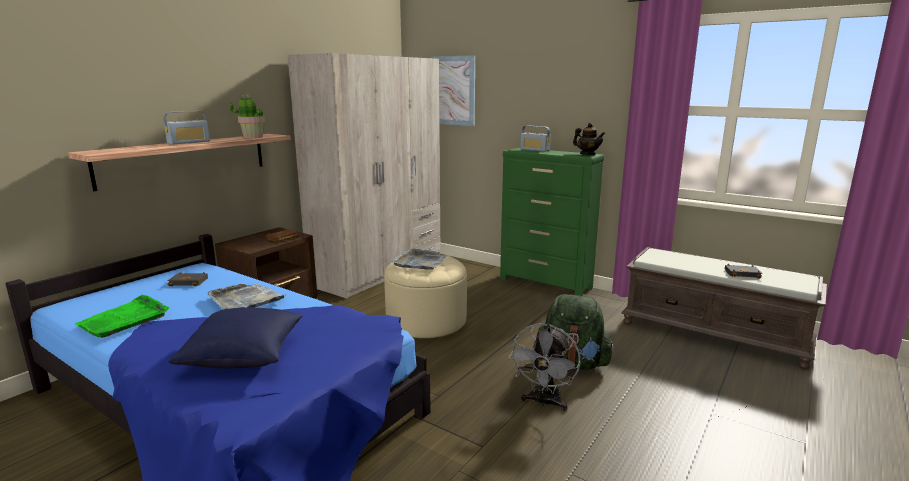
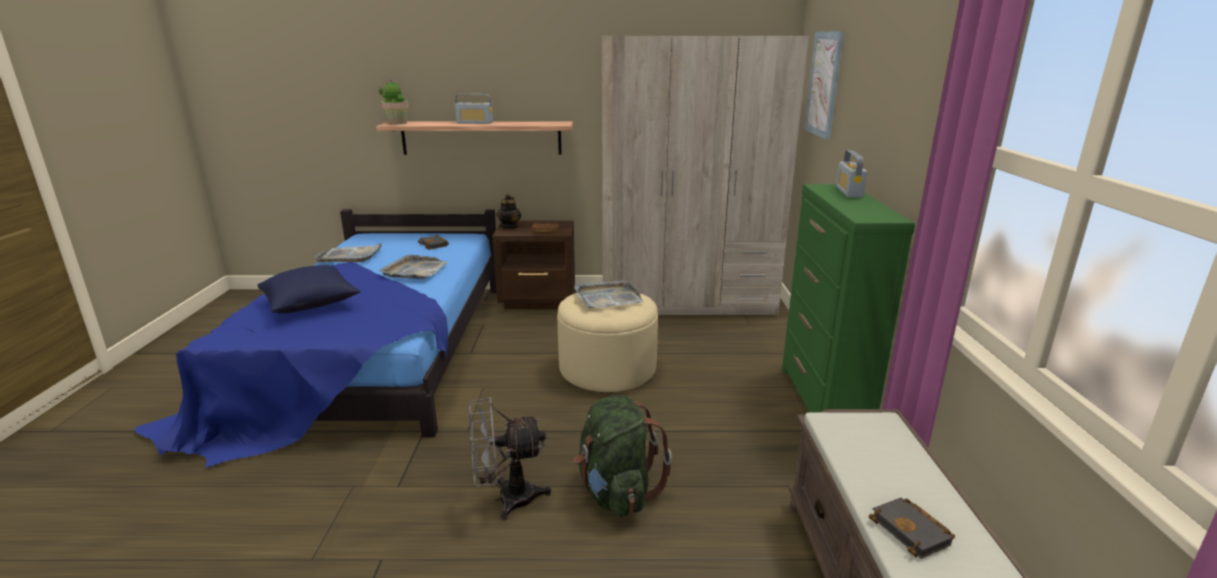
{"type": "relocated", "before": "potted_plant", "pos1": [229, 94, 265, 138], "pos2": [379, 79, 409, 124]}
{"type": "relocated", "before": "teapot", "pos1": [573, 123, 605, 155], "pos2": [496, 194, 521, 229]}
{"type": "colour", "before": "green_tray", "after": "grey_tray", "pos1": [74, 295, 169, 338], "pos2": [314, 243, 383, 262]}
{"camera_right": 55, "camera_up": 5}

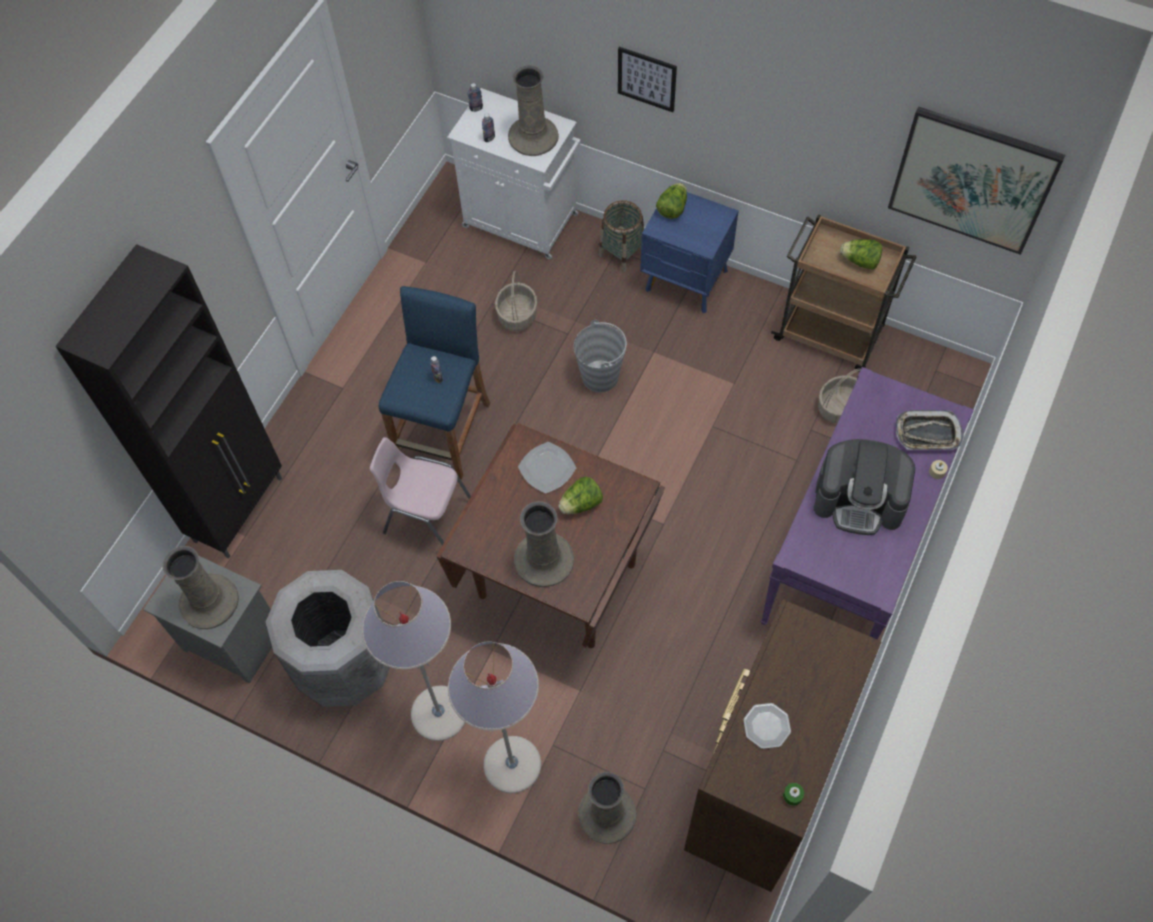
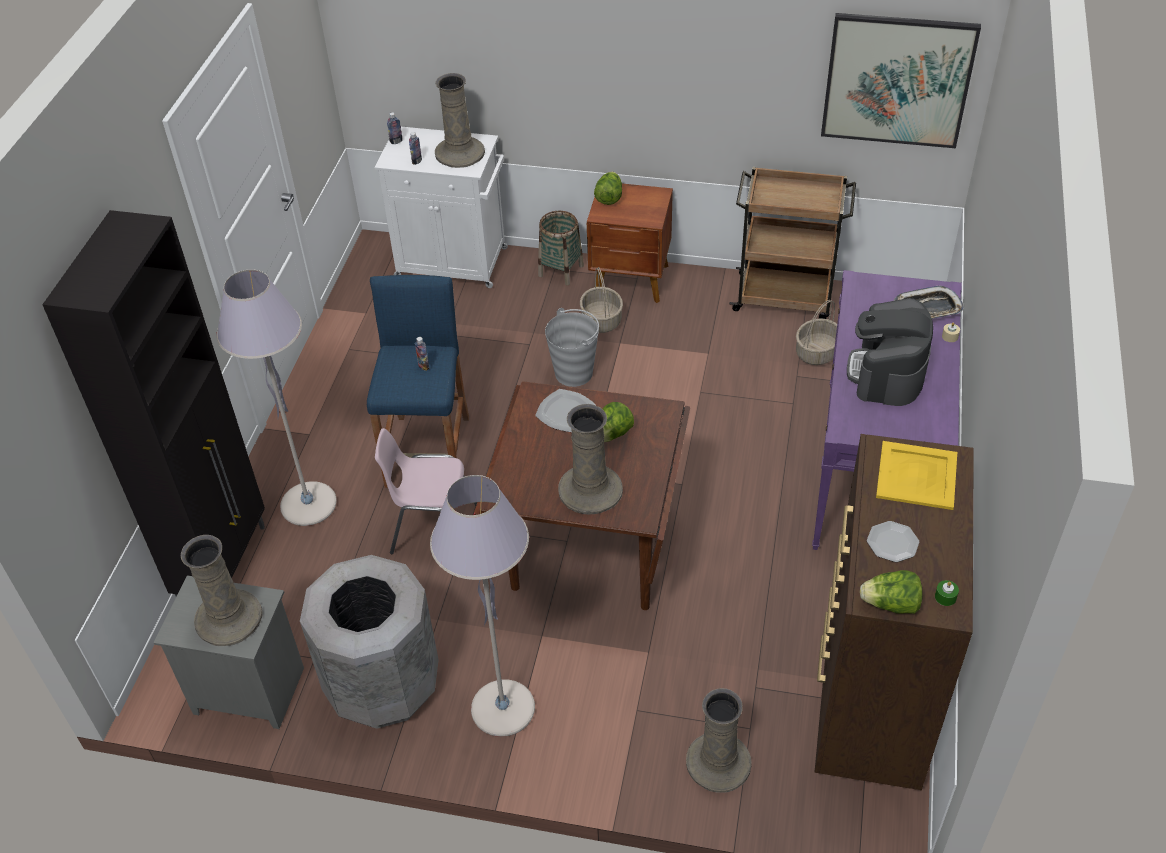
{"type": "missing", "before": "picture", "pos1": [618, 47, 677, 112]}
{"type": "appeared", "after": "yellow_tray", "pos2": [876, 441, 957, 510]}
{"type": "relocated", "before": "grey_floor_lamp", "pos1": [448, 641, 541, 793], "pos2": [217, 269, 337, 526]}
{"type": "relocated", "before": "basket", "pos1": [495, 271, 537, 331], "pos2": [580, 267, 623, 333]}
{"type": "relocated", "before": "lettuce", "pos1": [840, 239, 882, 270], "pos2": [860, 570, 923, 614]}
{"type": "colour", "before": "blue_nightstand", "after": "brown_nightstand", "pos1": [641, 186, 739, 313], "pos2": [587, 184, 673, 303]}
{"type": "spun", "before": "coffee_machine", "pos1": [814, 439, 915, 535], "pos2": [847, 298, 933, 406], "turn": 105}
{"camera_right": -15, "camera_up": -15}

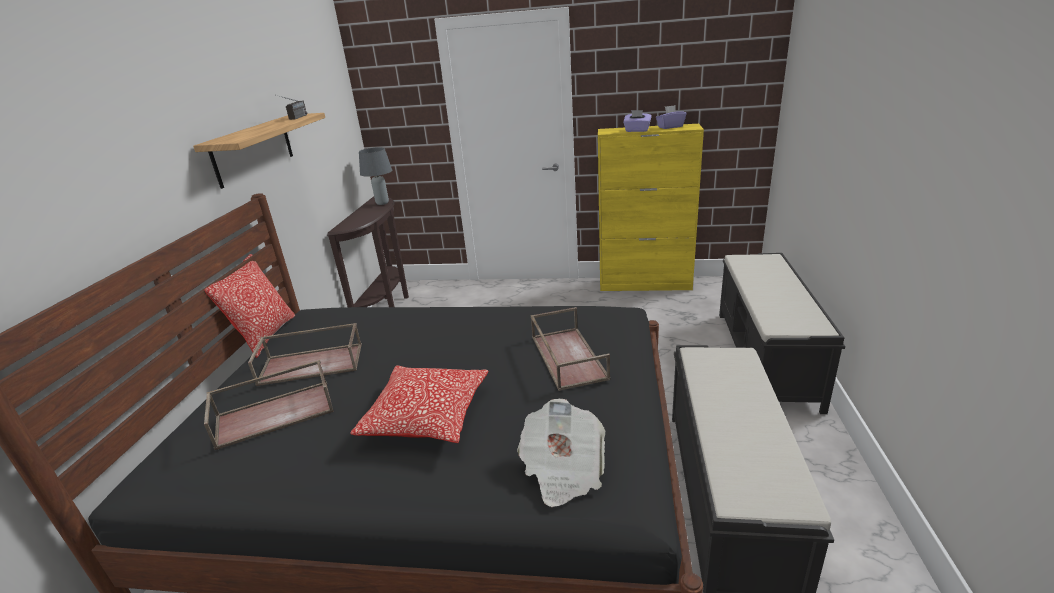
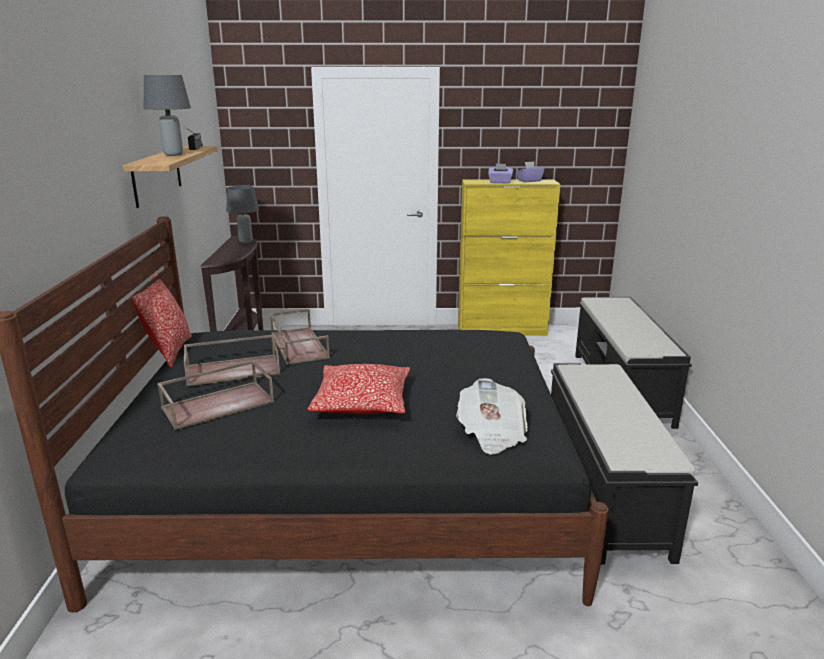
{"type": "appeared", "after": "grey_table_lamp", "pos2": [144, 75, 191, 156]}
{"type": "relocated", "before": "brown_tray", "pos1": [531, 307, 610, 391], "pos2": [270, 309, 330, 365]}
{"camera_right": -10, "camera_up": -5}

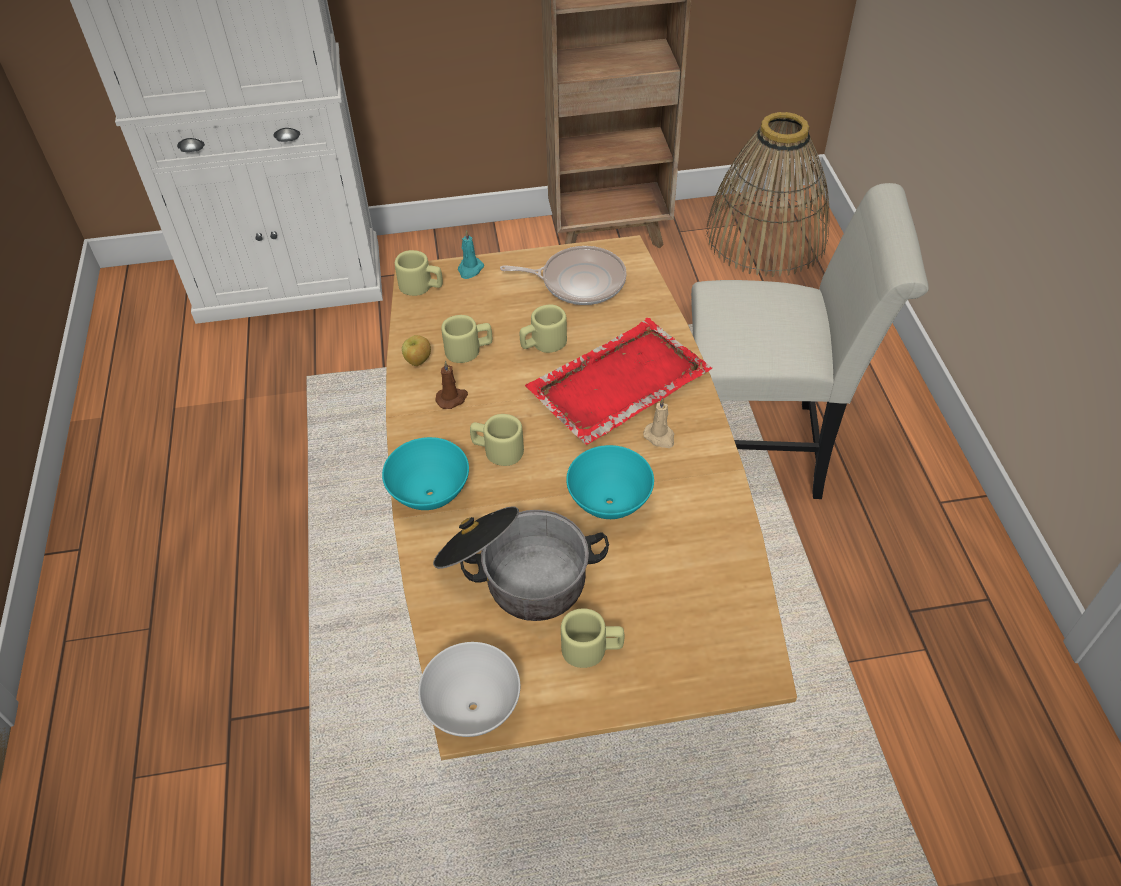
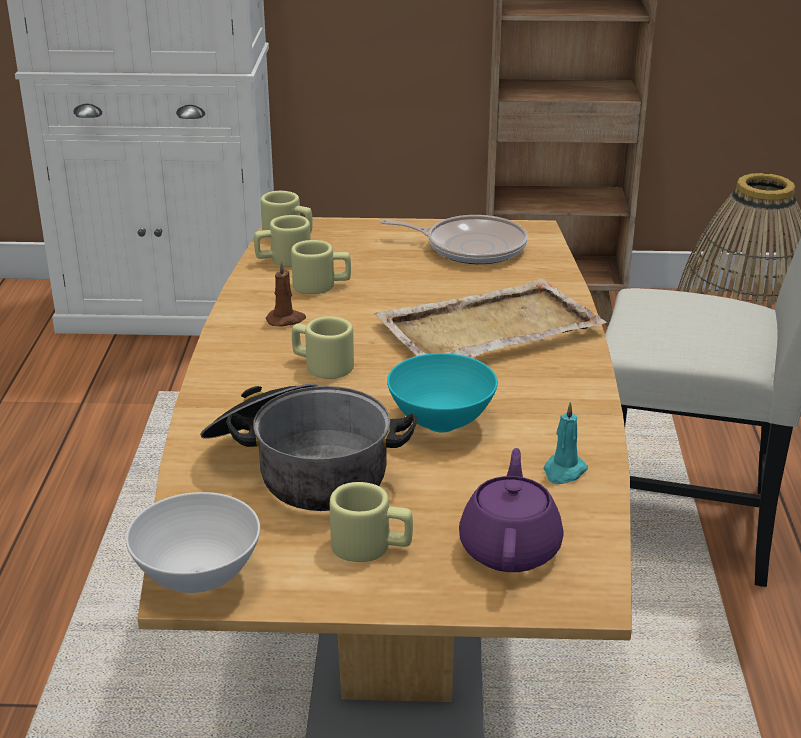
{"type": "missing", "before": "turquoise_bowl", "pos1": [382, 437, 469, 510]}
{"type": "missing", "before": "apple", "pos1": [402, 335, 431, 366]}
{"type": "missing", "before": "beige_candle", "pos1": [643, 398, 674, 448]}
{"type": "appeared", "after": "purple_teapot", "pos2": [459, 448, 564, 572]}
{"type": "relocated", "before": "turquoise_candle", "pos1": [458, 230, 484, 279], "pos2": [543, 402, 588, 484]}
{"type": "relocated", "before": "beige_mug", "pos1": [520, 304, 567, 353], "pos2": [254, 215, 311, 267]}
{"type": "colour", "before": "red_tray", "after": "beige_tray", "pos1": [525, 318, 712, 445], "pos2": [374, 279, 607, 357]}
{"camera_right": 10, "camera_up": -20}

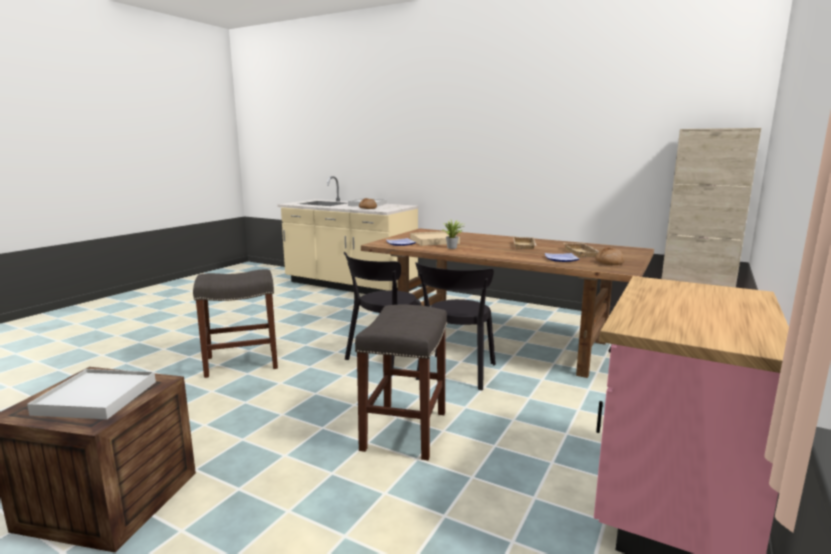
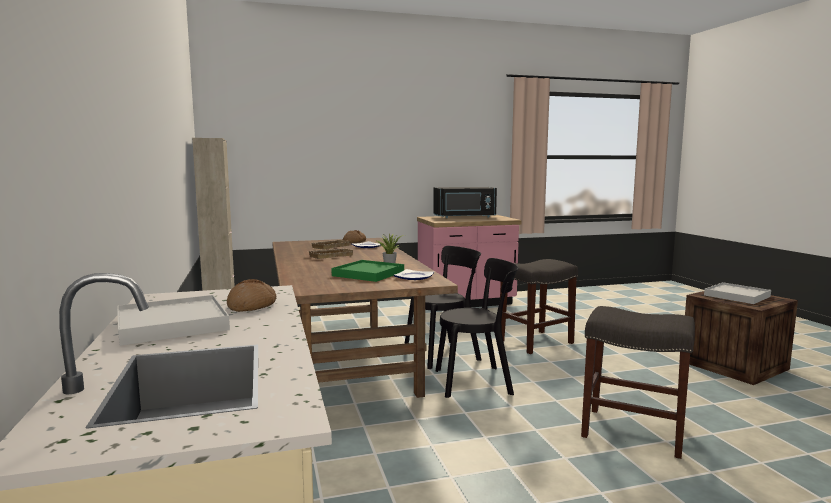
{"type": "appeared", "after": "black_microwave", "pos2": [433, 187, 497, 218]}
{"type": "colour", "before": "beige_tray", "after": "green_tray", "pos1": [410, 231, 460, 246], "pos2": [331, 260, 404, 282]}
{"camera_right": -135, "camera_up": -5}

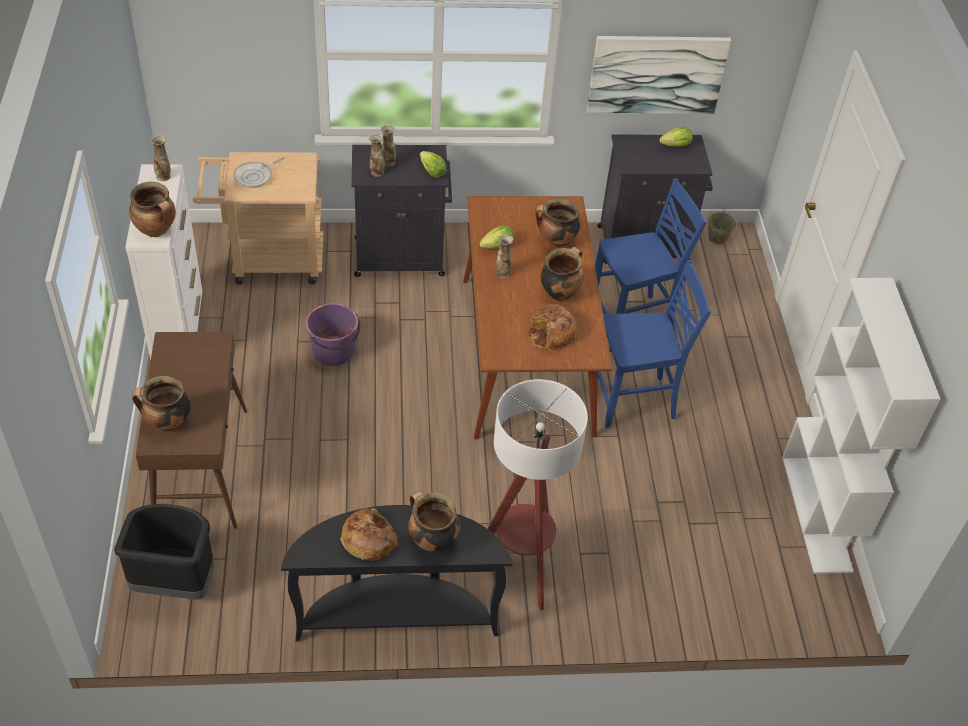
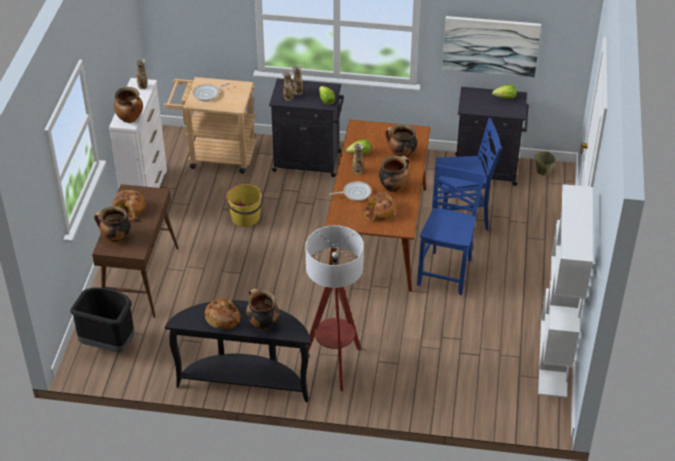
{"type": "appeared", "after": "bread", "pos2": [112, 190, 146, 220]}
{"type": "appeared", "after": "frying_pan", "pos2": [329, 181, 372, 201]}
{"type": "colour", "before": "purple_bucket", "after": "yellow_bucket", "pos1": [306, 303, 360, 366], "pos2": [226, 184, 264, 227]}
{"type": "spun", "before": "blue_chair", "pos1": [598, 260, 711, 428], "pos2": [417, 164, 485, 295], "turn": -75}
{"camera_right": 15, "camera_up": -5}

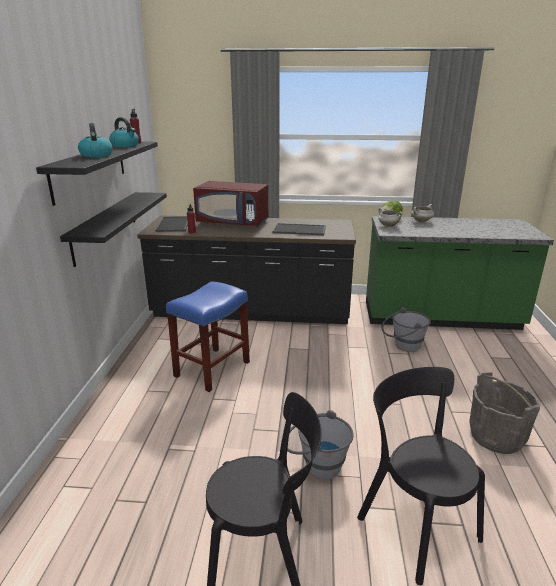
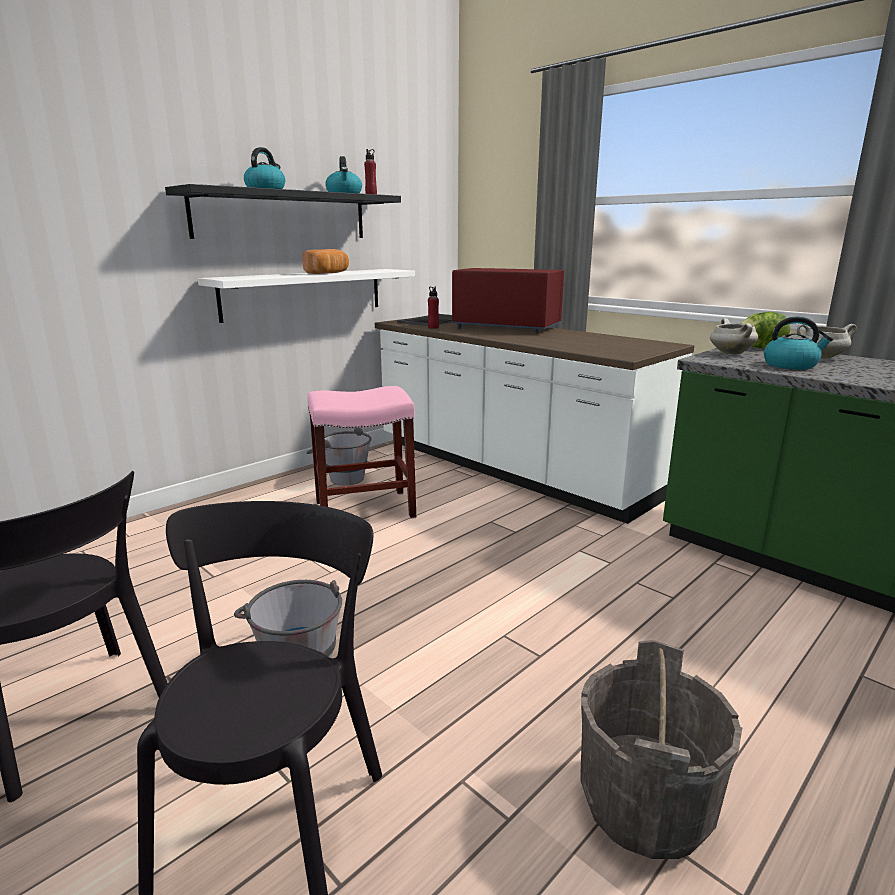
{"type": "missing", "before": "tray", "pos1": [272, 223, 326, 235]}
{"type": "appeared", "after": "bread", "pos2": [302, 249, 349, 274]}
{"type": "appeared", "after": "kettle", "pos2": [764, 316, 833, 370]}
{"type": "relocated", "before": "grey_bucket", "pos1": [381, 307, 431, 352], "pos2": [307, 428, 371, 486]}
{"type": "colour", "before": "black_shelf", "after": "white_shelf", "pos1": [60, 192, 167, 267], "pos2": [198, 269, 415, 323]}
{"type": "colour", "before": "black_counter", "after": "white_counter", "pos1": [137, 215, 356, 324], "pos2": [375, 318, 694, 524]}
{"type": "colour", "before": "blue_stool", "after": "pink_stool", "pos1": [166, 281, 250, 392], "pos2": [307, 386, 416, 519]}
{"type": "spun", "before": "red_microwave", "pos1": [193, 181, 269, 227], "pos2": [452, 268, 564, 333], "turn": 150}
{"camera_right": 40, "camera_up": -5}

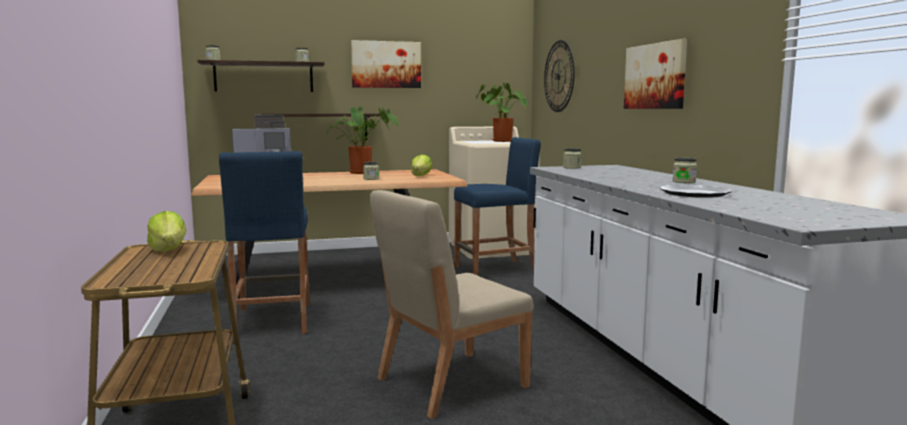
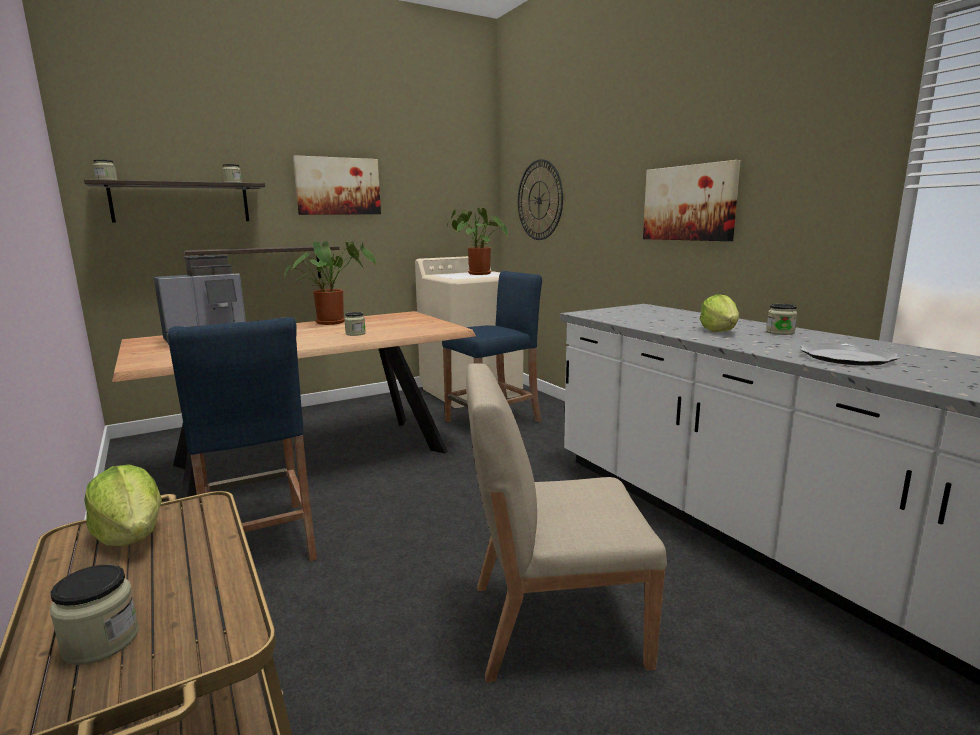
{"type": "relocated", "before": "lettuce", "pos1": [411, 154, 432, 176], "pos2": [700, 294, 739, 332]}
{"type": "relocated", "before": "jar", "pos1": [563, 148, 582, 169], "pos2": [50, 565, 139, 665]}
{"type": "spun", "before": "beige_chair", "pos1": [370, 190, 534, 419], "pos2": [466, 364, 667, 682], "turn": 45}
{"camera_right": -15, "camera_up": 5}

